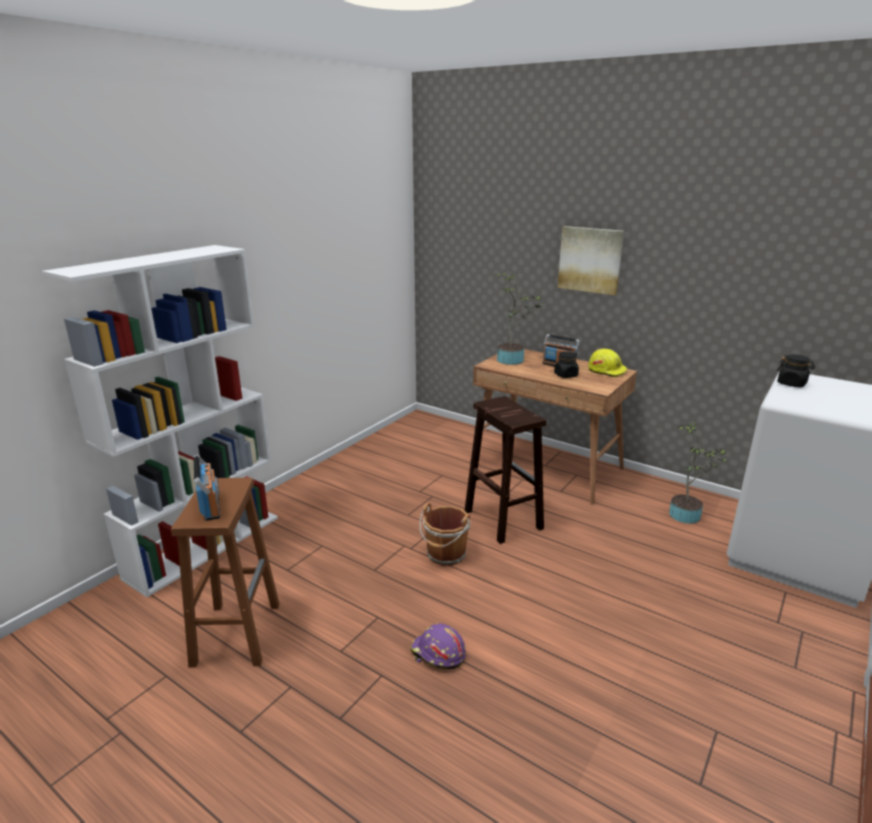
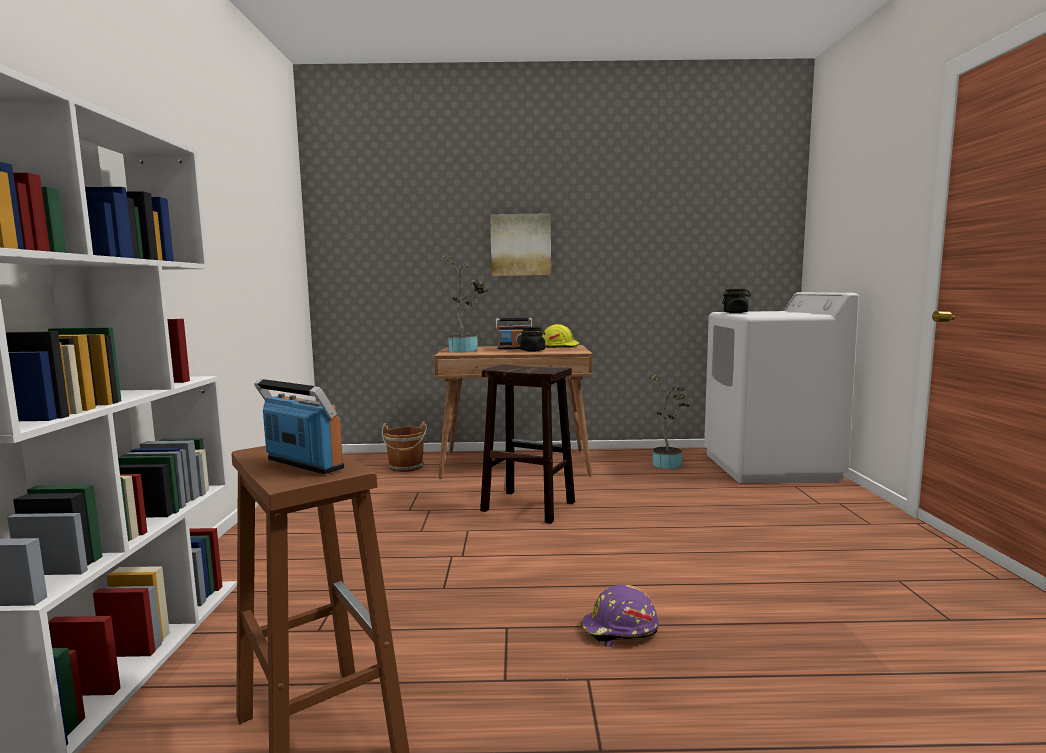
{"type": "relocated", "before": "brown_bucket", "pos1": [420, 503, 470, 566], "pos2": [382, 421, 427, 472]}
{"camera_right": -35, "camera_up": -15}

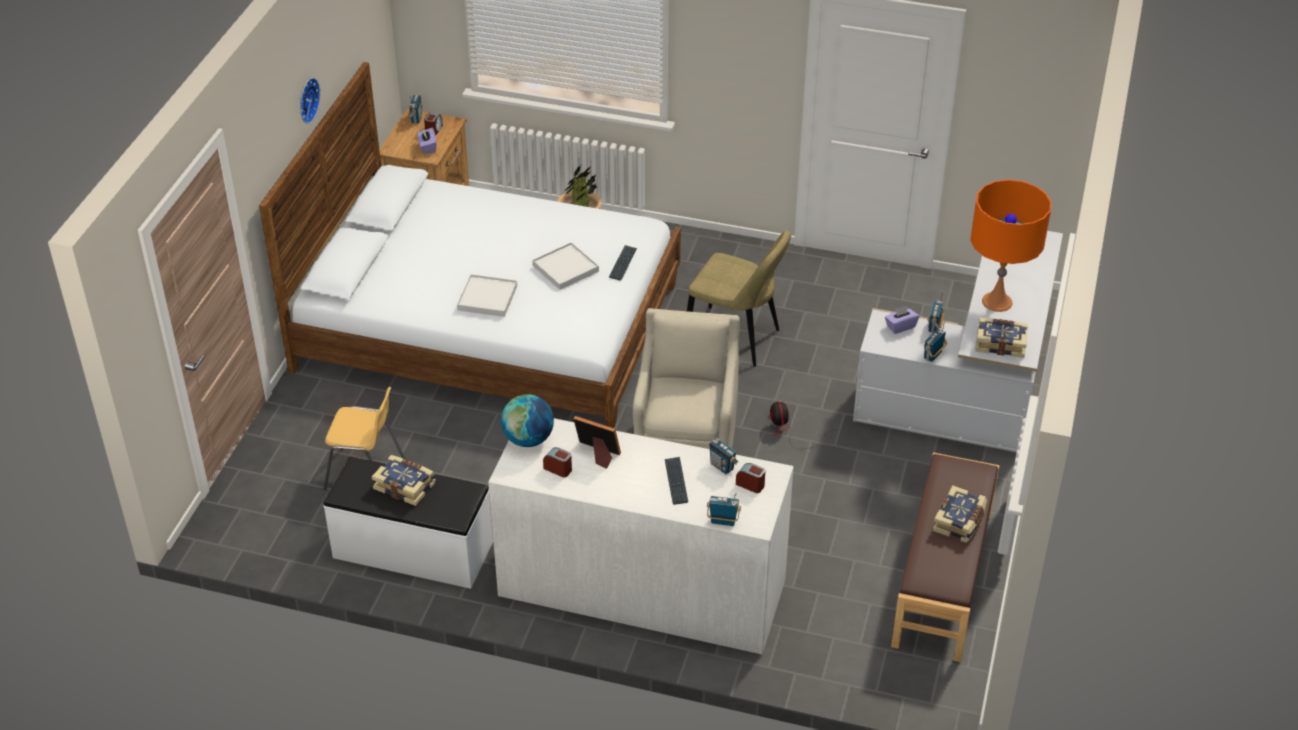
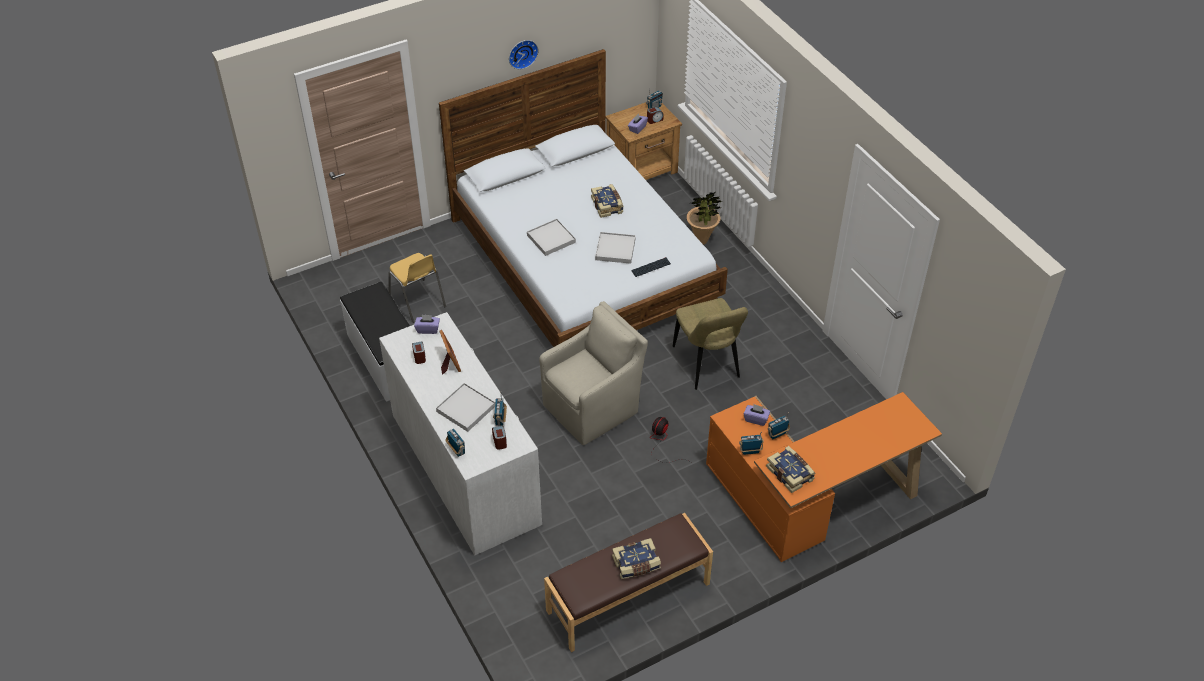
{"type": "missing", "before": "orange_table_lamp", "pos1": [970, 179, 1051, 312]}
{"type": "relocated", "before": "book", "pos1": [372, 455, 436, 506], "pos2": [591, 184, 624, 218]}
{"type": "exchanged", "before": "globe", "after": "purple_tissue_box", "pos1": [501, 394, 554, 447], "pos2": [414, 315, 440, 334]}
{"type": "exchanged", "before": "keyboard", "after": "white_tray", "pos1": [665, 457, 688, 505], "pos2": [436, 383, 495, 432]}
{"type": "colour", "before": "white_desk", "after": "orange_desk", "pos1": [853, 231, 1063, 452], "pos2": [706, 392, 942, 562]}
{"camera_right": 45, "camera_up": 5}

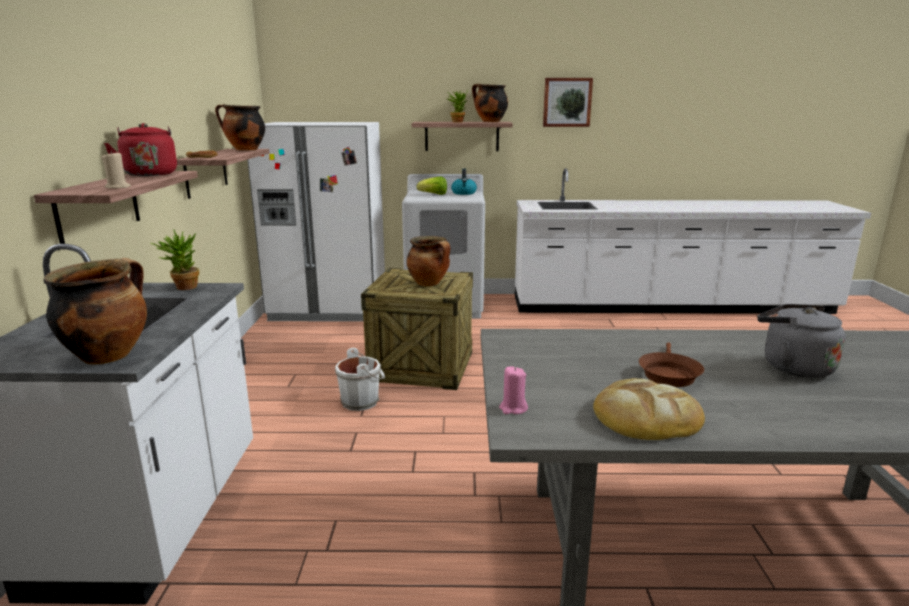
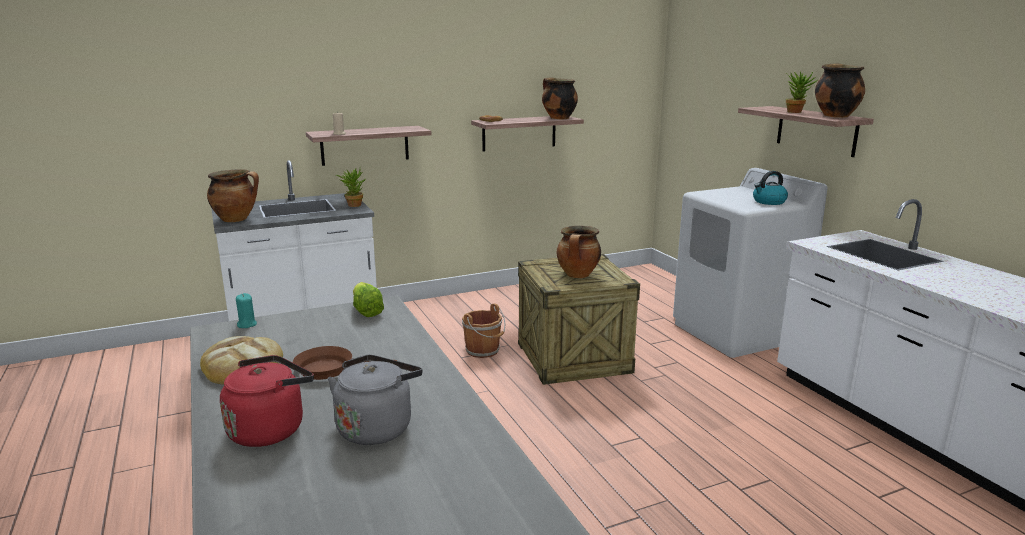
{"type": "missing", "before": "white_fridge", "pos1": [248, 122, 385, 322]}
{"type": "missing", "before": "picture", "pos1": [543, 78, 593, 127]}
{"type": "relocated", "before": "red_kettle", "pos1": [104, 123, 177, 176], "pos2": [220, 355, 314, 447]}
{"type": "relocated", "before": "lettuce", "pos1": [417, 177, 447, 195], "pos2": [353, 282, 384, 317]}
{"type": "colour", "before": "white_bucket", "after": "brown_bucket", "pos1": [335, 348, 385, 411], "pos2": [462, 303, 505, 358]}
{"type": "colour", "before": "pink_candle", "after": "turquoise_candle", "pos1": [499, 366, 528, 414], "pos2": [236, 293, 257, 328]}
{"camera_right": 65, "camera_up": 0}

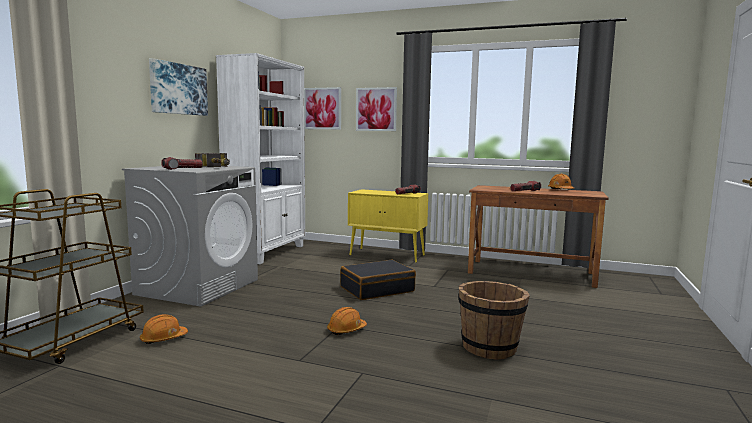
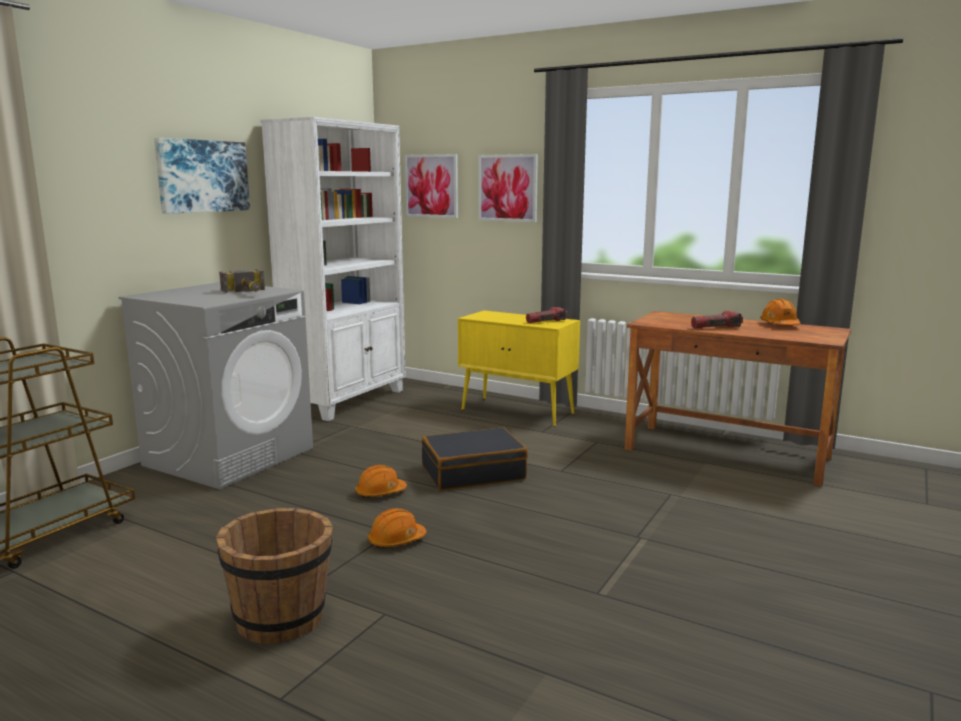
{"type": "missing", "before": "flashlight", "pos1": [161, 157, 202, 170]}
{"type": "relocated", "before": "orange_hard_hat", "pos1": [140, 314, 188, 344], "pos2": [355, 465, 407, 499]}
{"type": "relocated", "before": "brown_bucket", "pos1": [458, 281, 530, 360], "pos2": [216, 508, 333, 644]}
{"camera_right": 10, "camera_up": 5}

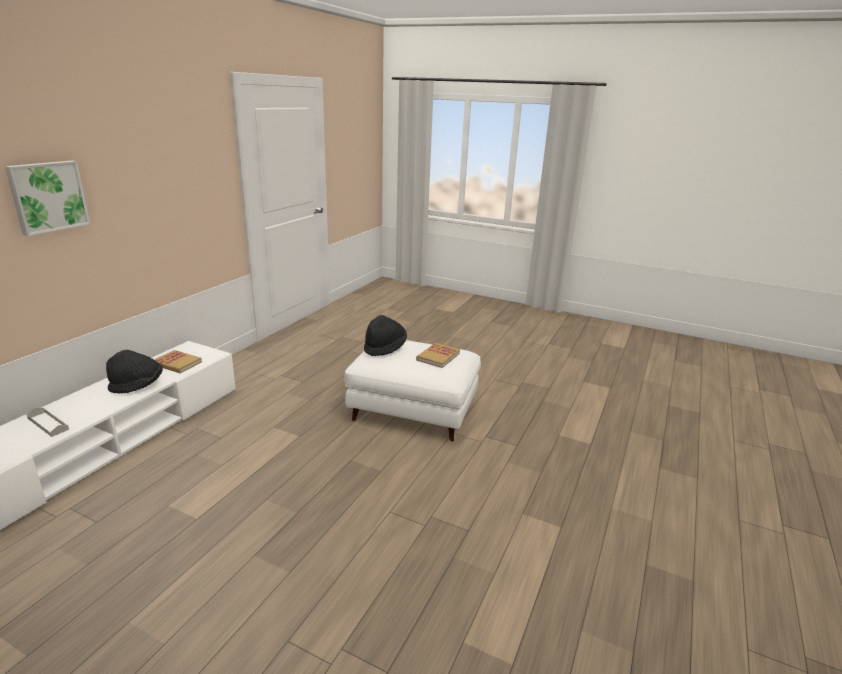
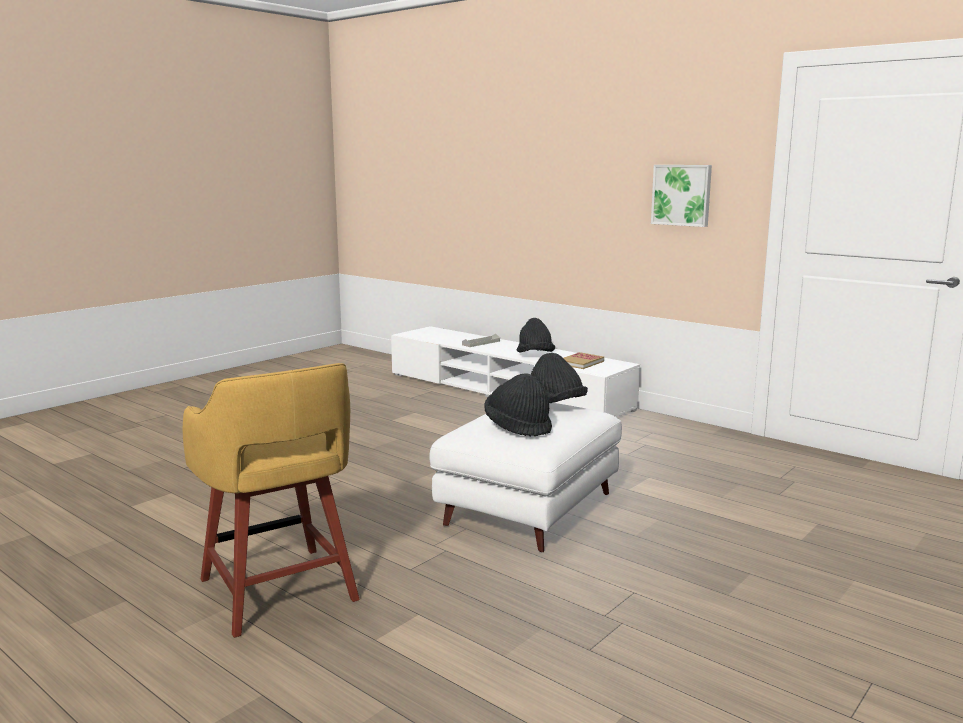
{"type": "appeared", "after": "yellow_stool", "pos2": [183, 363, 360, 638]}
{"type": "relocated", "before": "picture", "pos1": [5, 161, 90, 236], "pos2": [651, 165, 712, 227]}
{"type": "exchanged", "before": "book", "after": "black_hat", "pos1": [416, 343, 460, 368], "pos2": [484, 373, 552, 436]}
{"camera_right": 105, "camera_up": -10}

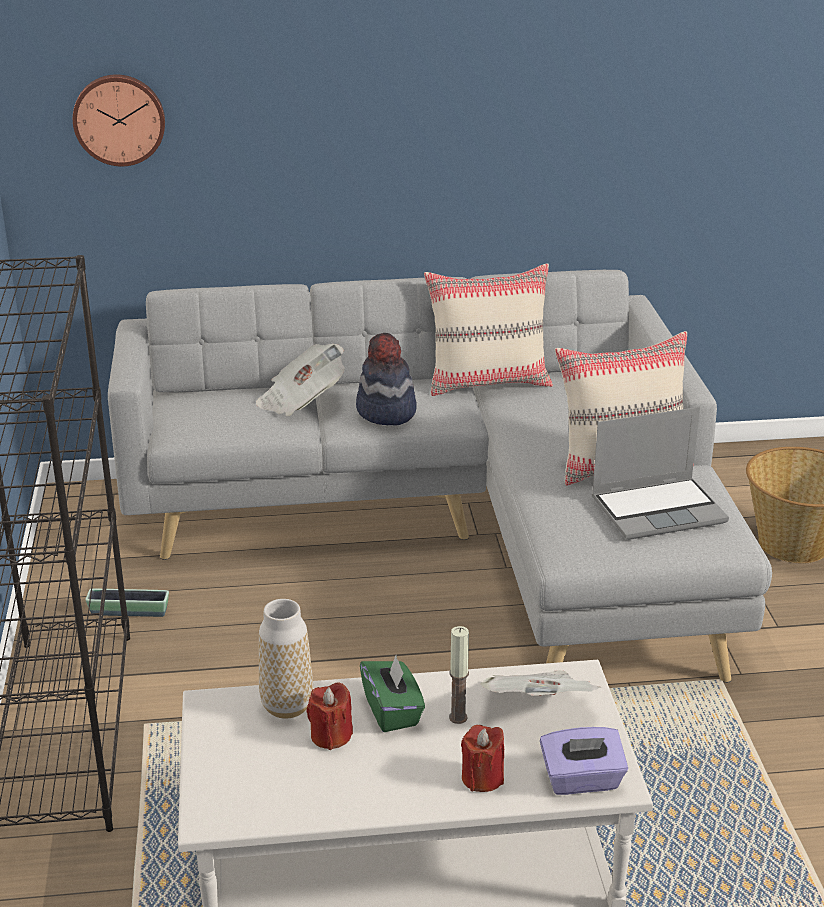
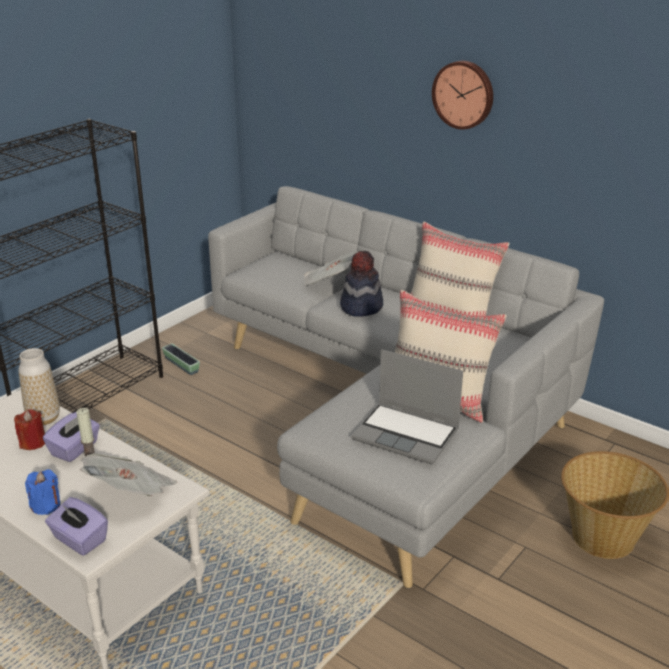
{"type": "relocated", "before": "wall_clock", "pos1": [73, 74, 165, 166], "pos2": [432, 61, 493, 130]}
{"type": "colour", "before": "green_tissue_box", "after": "purple_tissue_box", "pos1": [360, 655, 425, 732], "pos2": [43, 412, 100, 462]}
{"type": "colour", "before": "red_candle", "after": "blue_candle", "pos1": [461, 725, 504, 792], "pos2": [25, 469, 61, 515]}
{"camera_right": 45, "camera_up": 0}

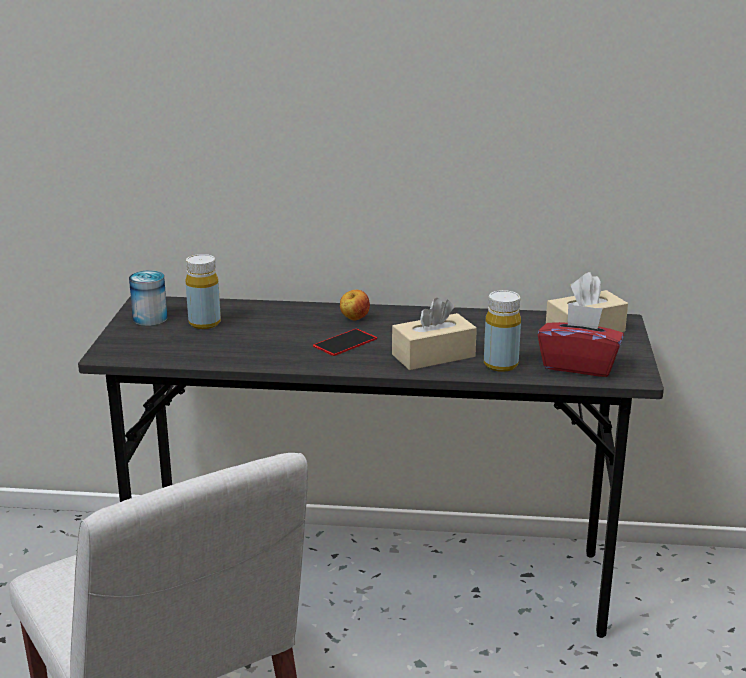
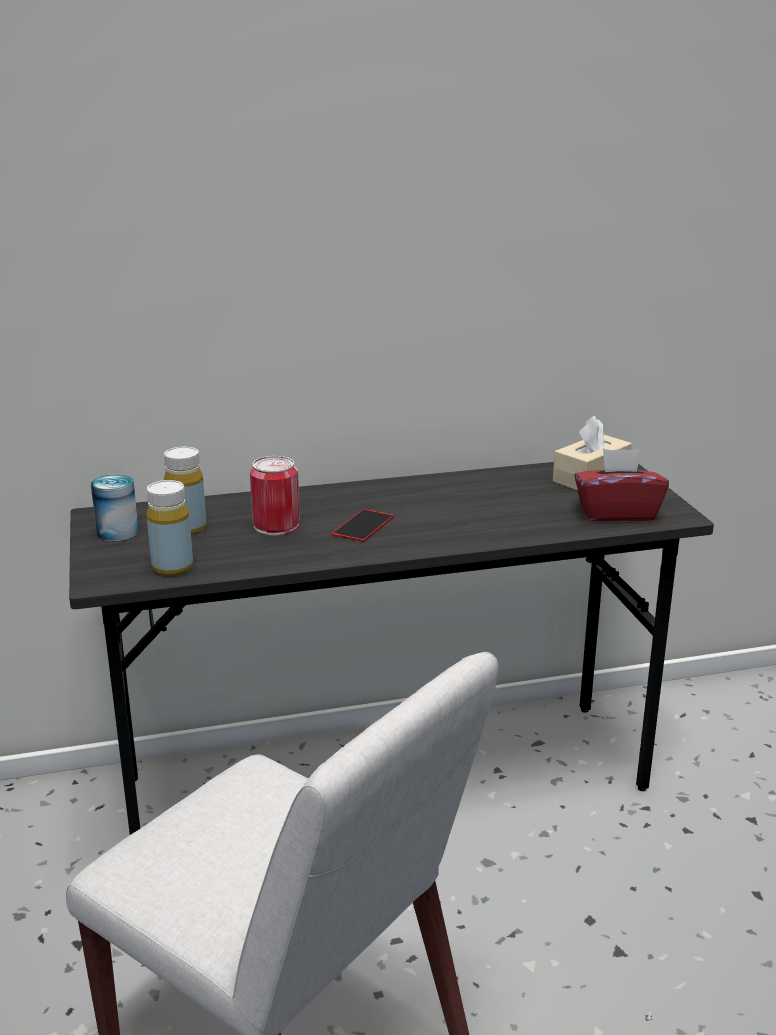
{"type": "missing", "before": "apple", "pos1": [340, 290, 370, 321]}
{"type": "missing", "before": "beige_tissue_box", "pos1": [392, 297, 477, 370]}
{"type": "appeared", "after": "can", "pos2": [250, 456, 300, 535]}
{"type": "relocated", "before": "yellow_bottle", "pos1": [484, 290, 521, 372], "pos2": [147, 480, 193, 576]}
{"camera_right": -20, "camera_up": 0}

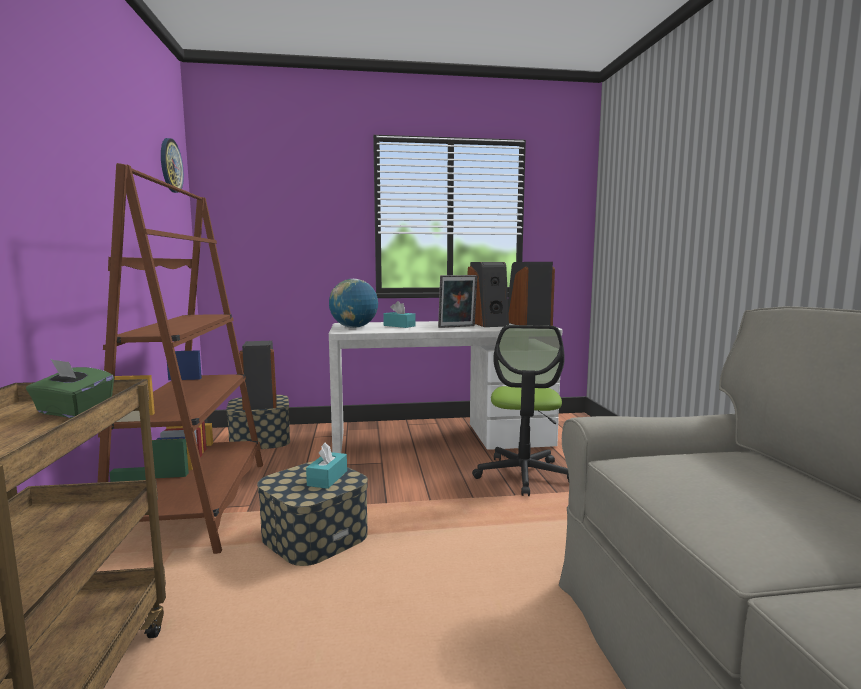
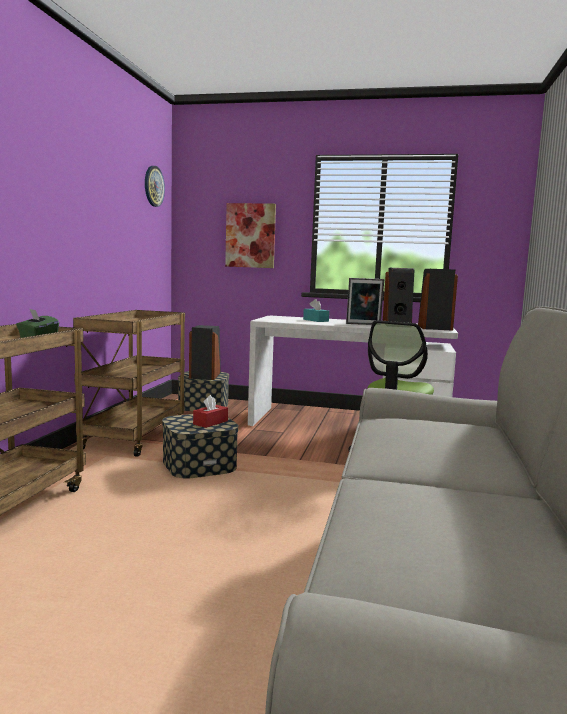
{"type": "missing", "before": "globe", "pos1": [329, 279, 378, 328]}
{"type": "appeared", "after": "picture", "pos2": [225, 203, 276, 268]}
{"type": "exchanged", "before": "brown_bookcase", "after": "brown_cart", "pos1": [97, 163, 263, 554], "pos2": [73, 310, 185, 457]}
{"type": "colour", "before": "turquoise_tissue_box", "after": "red_tissue_box", "pos1": [306, 443, 347, 489], "pos2": [193, 395, 228, 428]}
{"camera_right": 20, "camera_up": 0}

